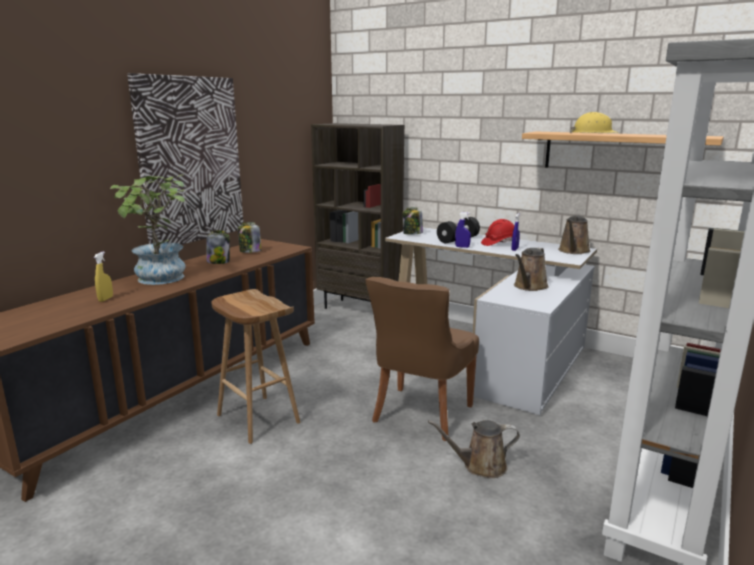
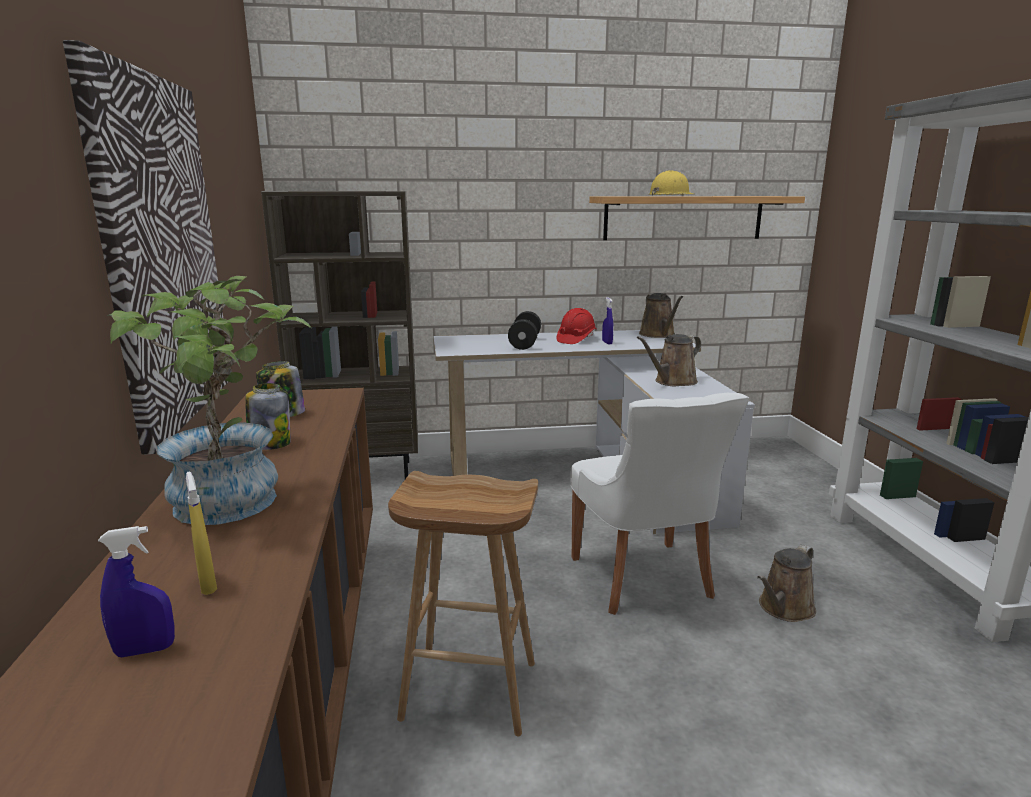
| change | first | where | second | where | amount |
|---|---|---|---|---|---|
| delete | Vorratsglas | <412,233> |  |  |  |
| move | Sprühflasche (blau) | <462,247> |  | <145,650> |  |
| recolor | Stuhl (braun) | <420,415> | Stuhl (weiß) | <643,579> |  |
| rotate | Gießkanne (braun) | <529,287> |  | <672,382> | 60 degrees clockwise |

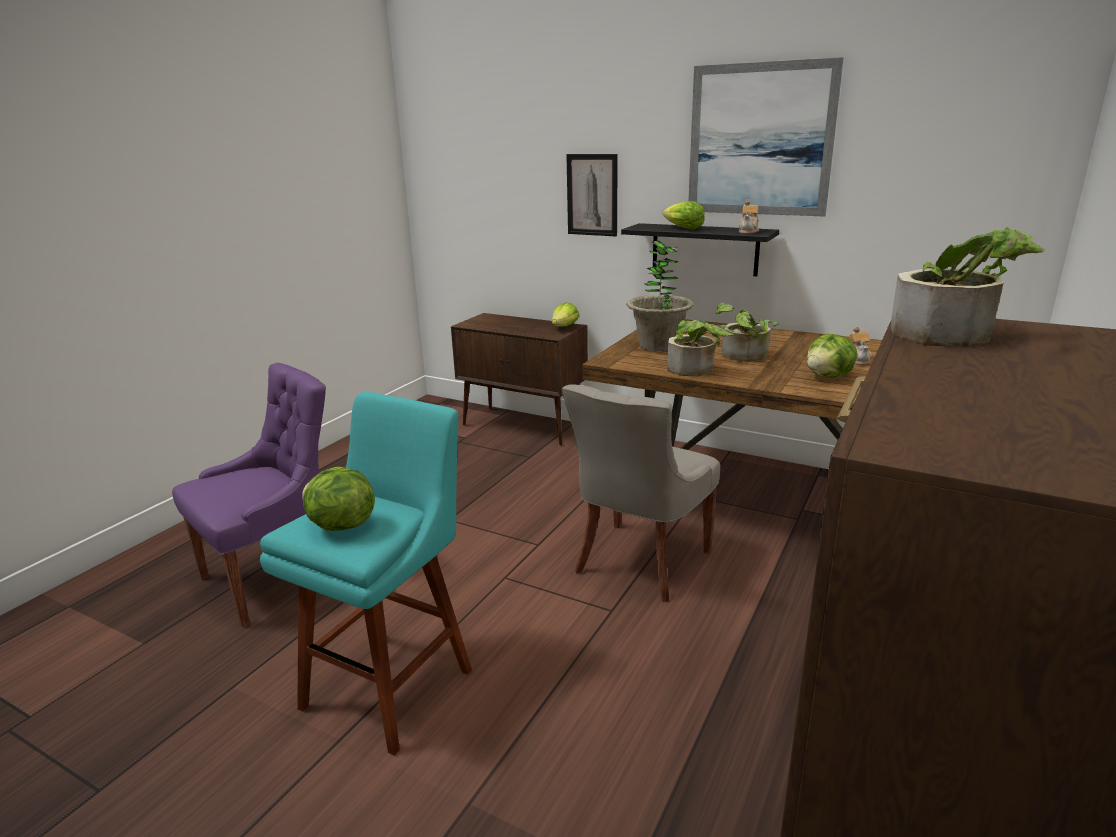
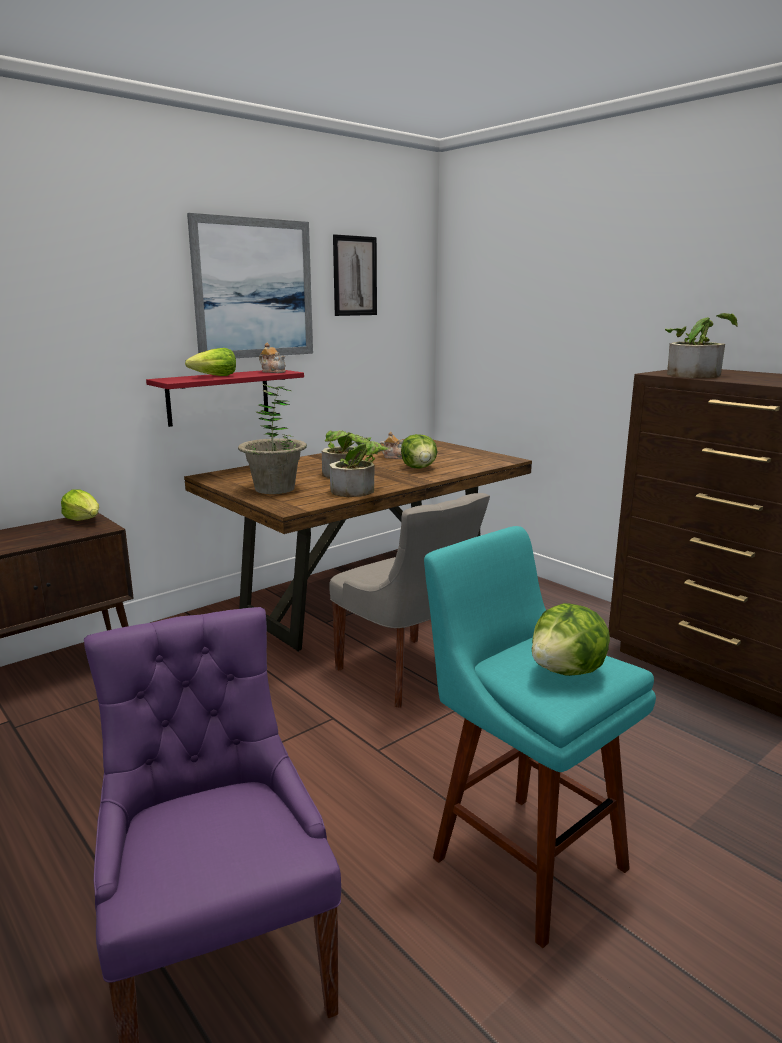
| change | first | where | second | where | amount |
|---|---|---|---|---|---|
| move | Bild | <592,195> |  | <355,276> |  |
| recolor | Wandregal (schwarz) | <704,249> | Wandregal (rot) | <218,397> |  |

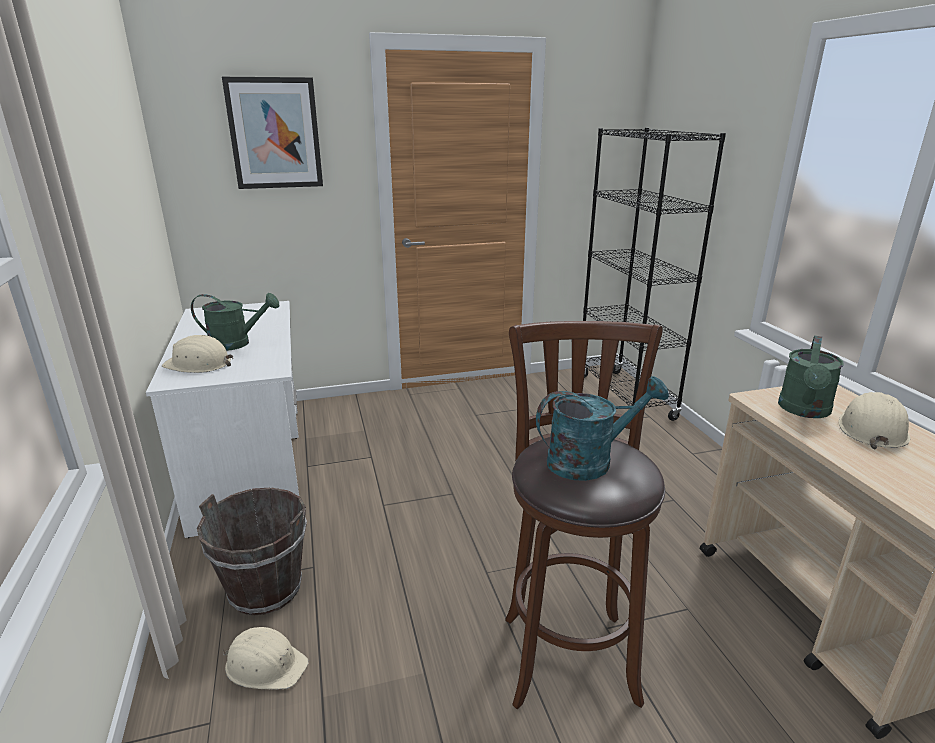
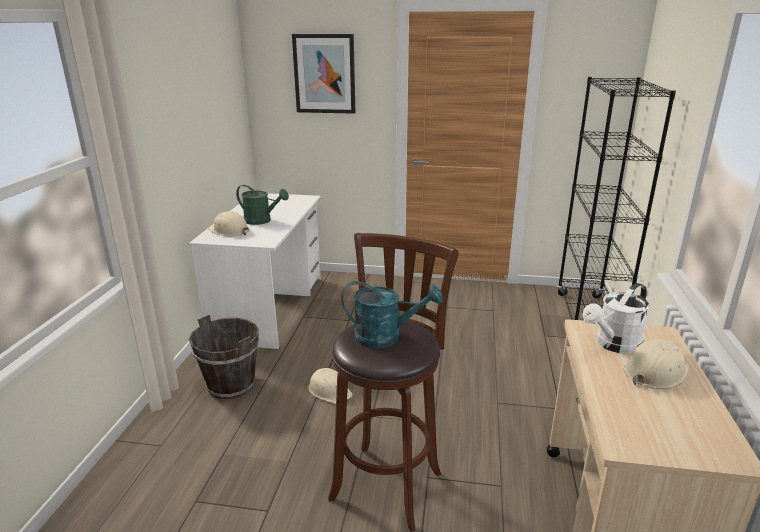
| change | first | where | second | where | amount |
|---|---|---|---|---|---|
| move | Schutzhelm (beige) | <265,664> |  | <329,390> |  |
| recolor | Gießkanne (grün) | <804,411> | Gießkanne (weiß) | <613,345> |  |

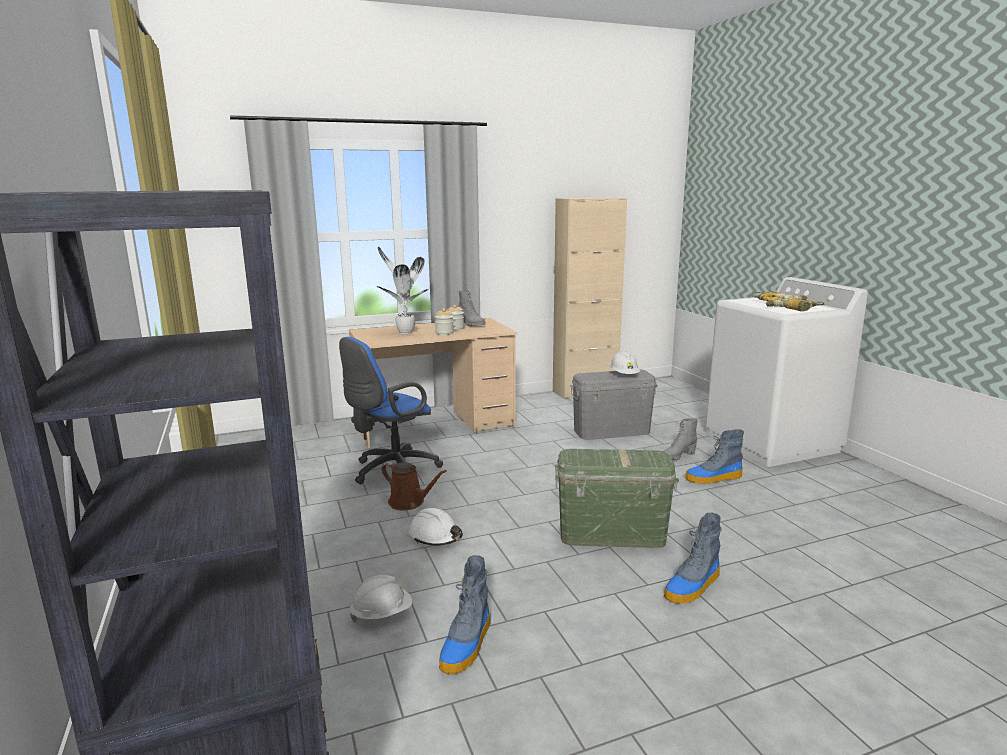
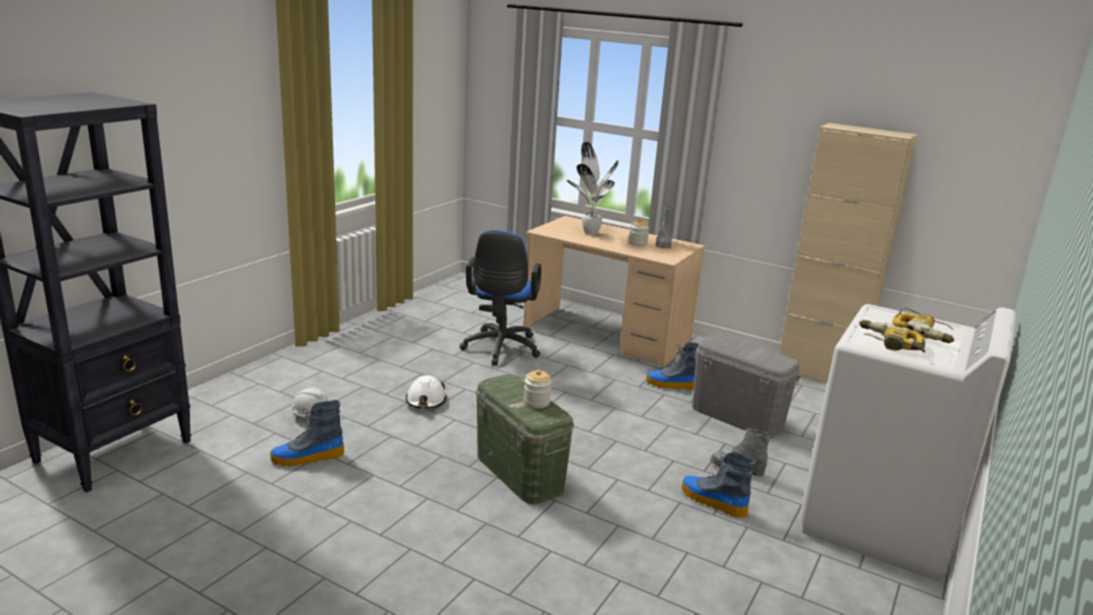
| change | first | where | second | where | amount |
|---|---|---|---|---|---|
| delete | Gießkanne (braun) | <409,502> |  |  |  |
| delete | Schutzhelm (weiß) | <624,375> |  |  |  |
| move | Vorratsglas | <444,333> |  | <536,402> |  |
| move | Stiefel | <692,587> |  | <673,385> |  |
| rotate | Bürostuhl (blau) | <391,471> |  | <500,350> | 90 degrees counterclockwise |

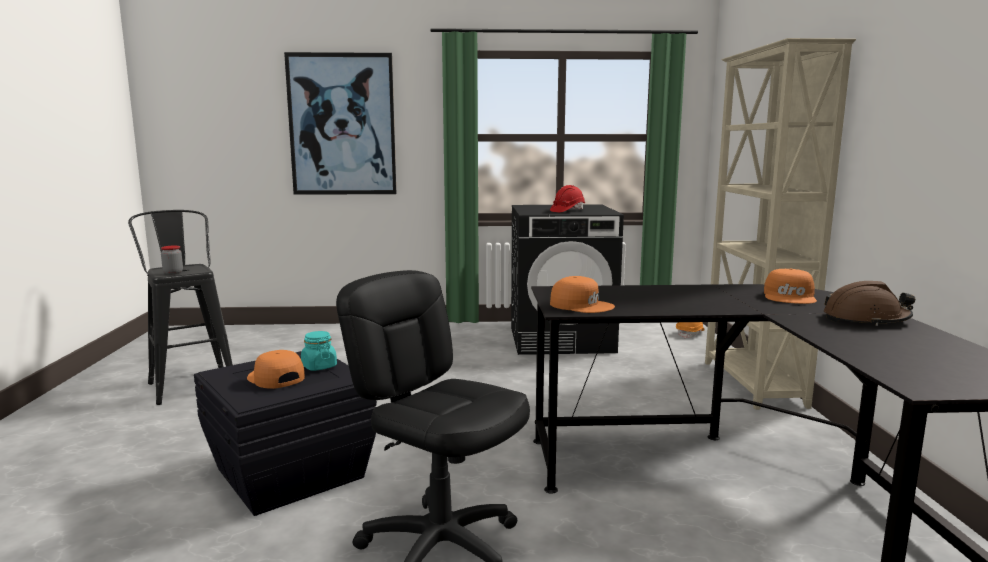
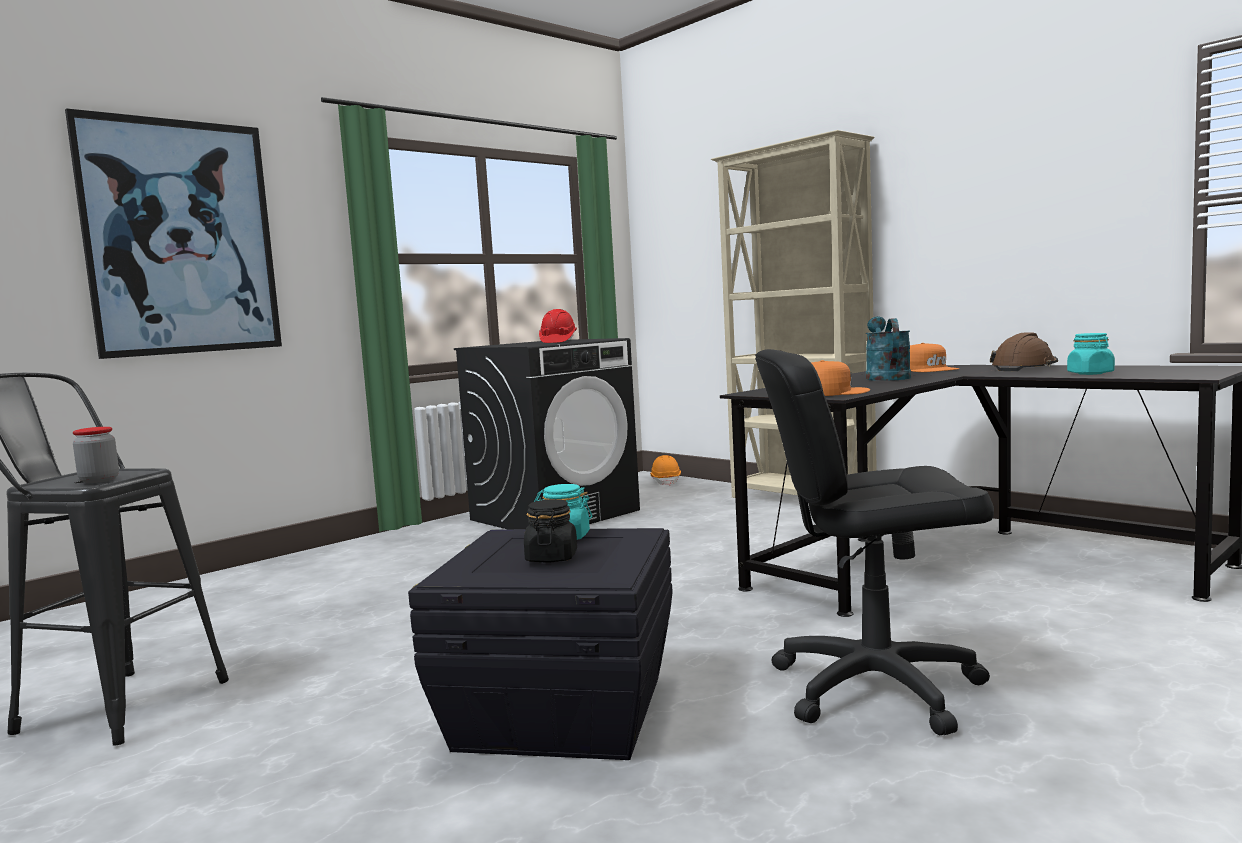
| change | first | where | second | where | amount |
|---|---|---|---|---|---|
| insert |  |  | Gießkanne (türkis) | <885,377> |  |
| insert |  |  | Vorratsglas (türkis) | <1090,373> |  |
| replace | Kappe (orange) | <275,378> | Vorratsglas (schwarz) | <551,558> |  |

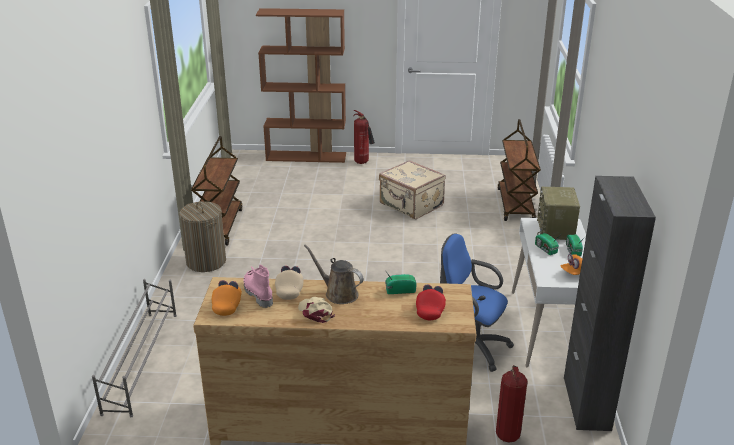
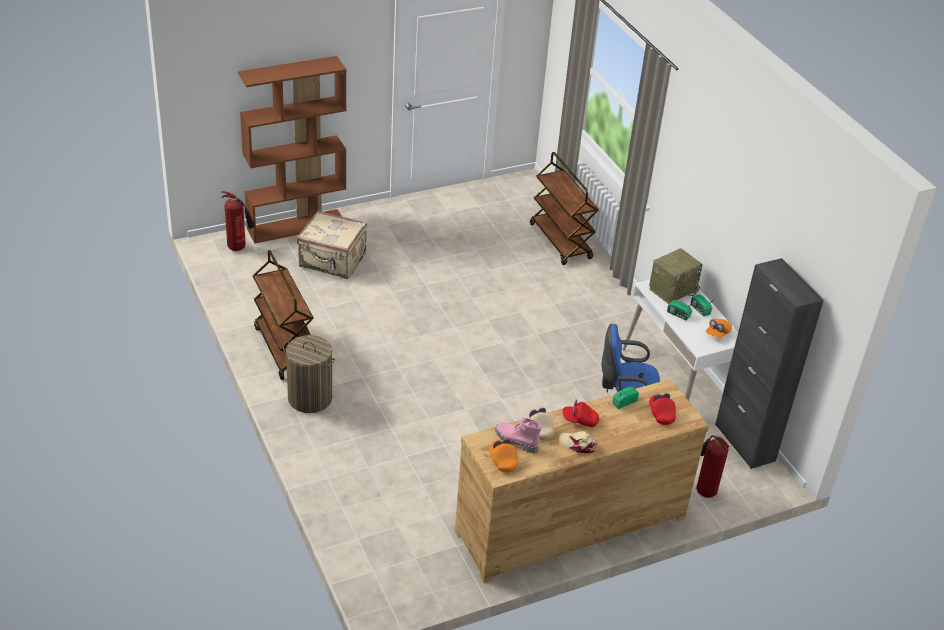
| change | first | where | second | where | amount |
|---|---|---|---|---|---|
| delete | Schuhregal (grau) | <142,361> |  |  |  |
| move | Feuerlöscher | <363,163> |  | <239,248> |  |
| move | Koffer (beige) | <411,205> |  | <332,261> |  |
| replace | Gießkanne (braun) | <338,293> | Kappe (rot) | <579,420> |  |
| rotate | Radio | <556,230> |  | <672,290> | 105 degrees counterclockwise |

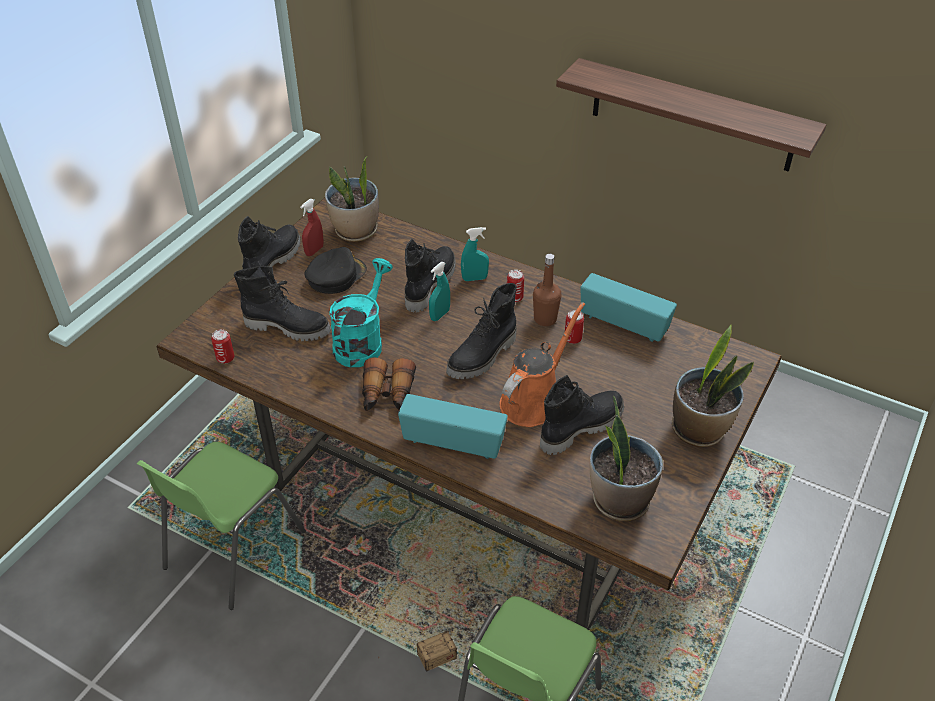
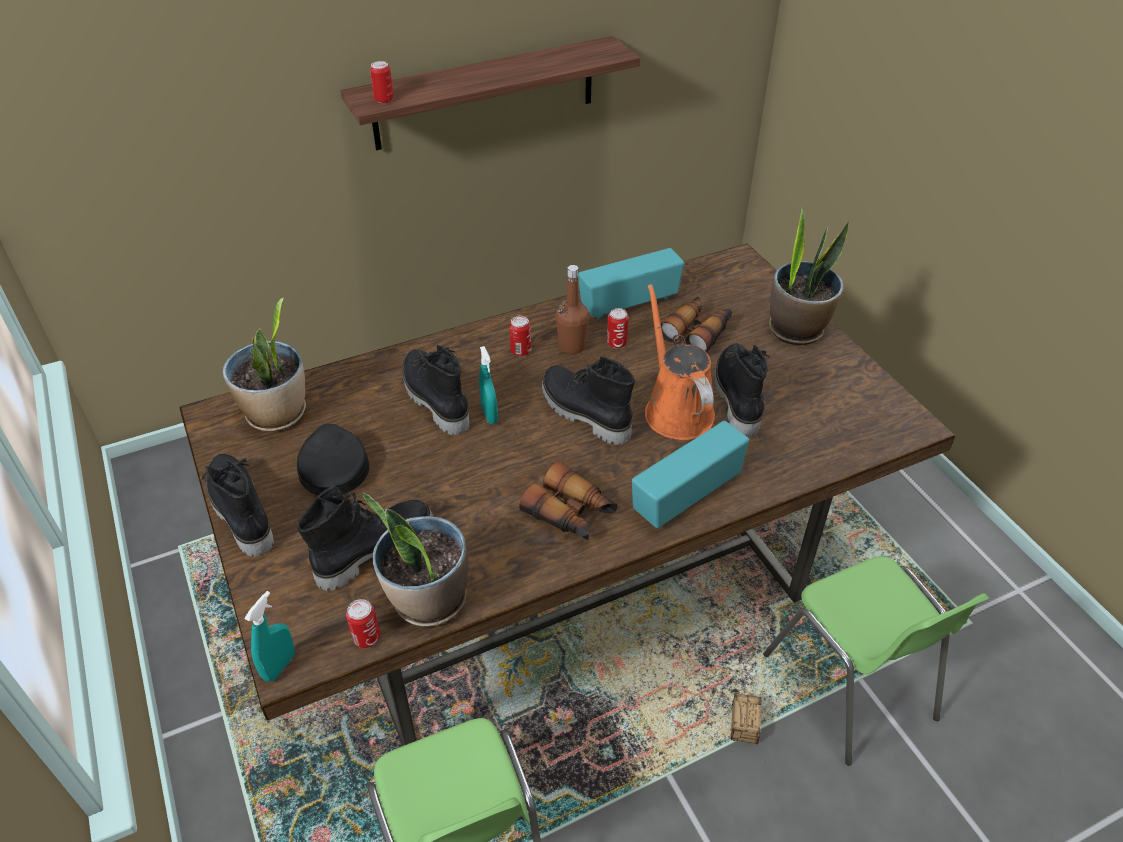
| change | first | where | second | where | amount |
|---|---|---|---|---|---|
| delete | Sprühflasche (rot) | <314,251> |  |  |  |
| delete | Gießkanne (türkis) | <362,342> |  |  |  |
| insert |  |  | Dose | <384,99> |  |
| insert |  |  | Fernglas | <697,332> |  |
| move | Sprühflasche (türkis) | <474,278> |  | <279,666> |  |
| move | Topfpflanze | <619,500> |  | <428,600> |  |
| rotate | Stiefel (schwarz) | <483,357> |  | <583,413> | 150 degrees clockwise |

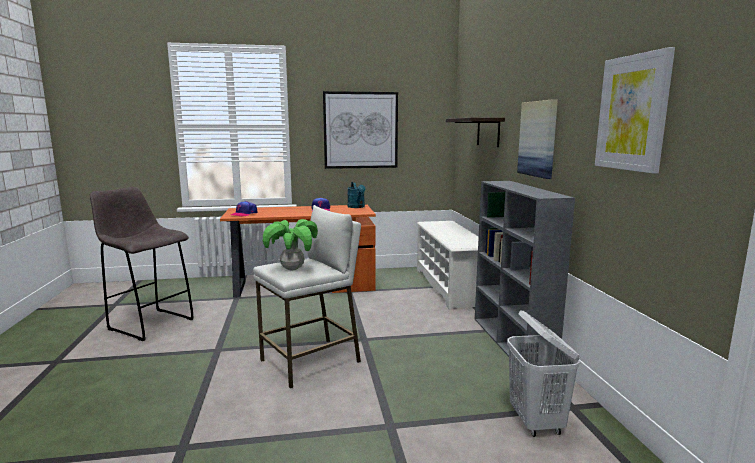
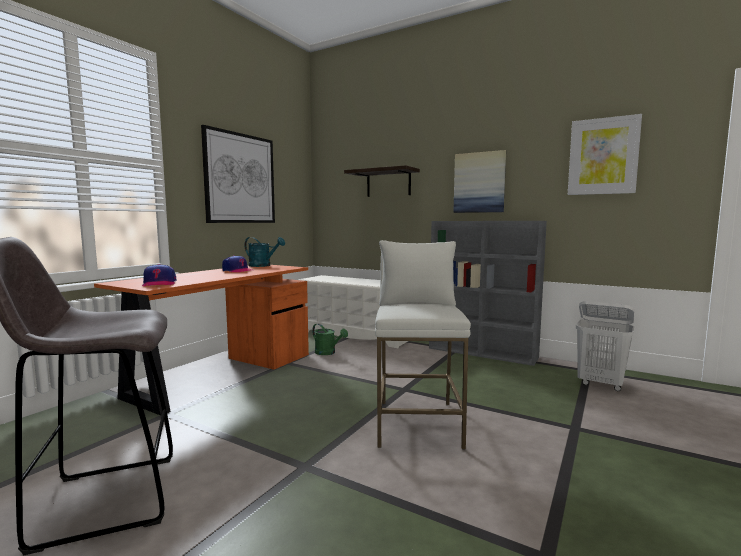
| change | first | where | second | where | amount |
|---|---|---|---|---|---|
| delete | Topfpflanze | <292,269> |  |  |  |
| insert |  |  | Gießkanne (grün) | <328,353> |  |

